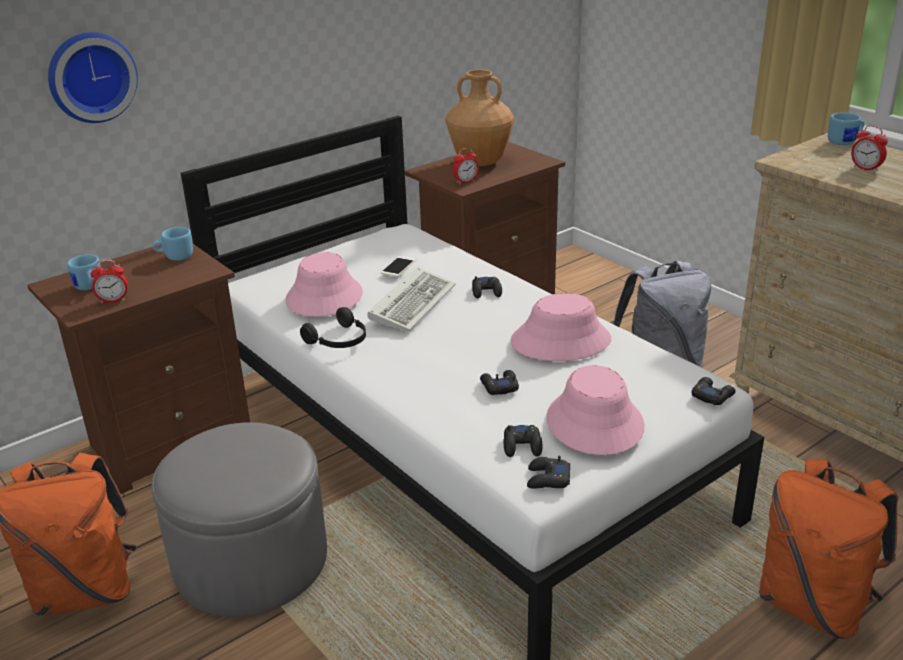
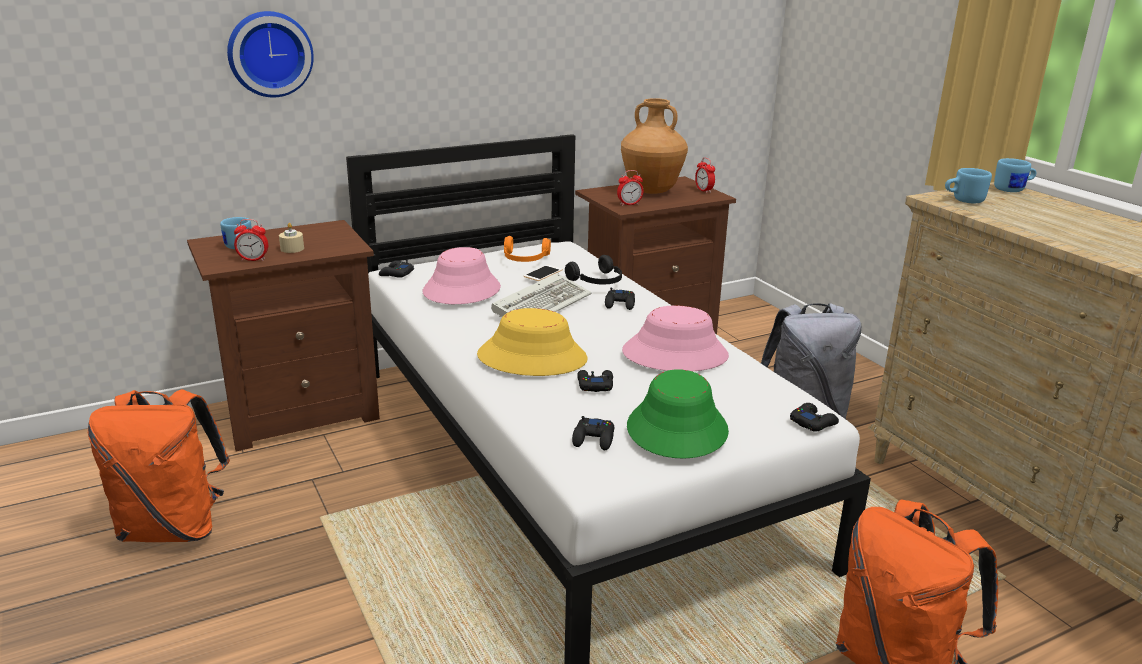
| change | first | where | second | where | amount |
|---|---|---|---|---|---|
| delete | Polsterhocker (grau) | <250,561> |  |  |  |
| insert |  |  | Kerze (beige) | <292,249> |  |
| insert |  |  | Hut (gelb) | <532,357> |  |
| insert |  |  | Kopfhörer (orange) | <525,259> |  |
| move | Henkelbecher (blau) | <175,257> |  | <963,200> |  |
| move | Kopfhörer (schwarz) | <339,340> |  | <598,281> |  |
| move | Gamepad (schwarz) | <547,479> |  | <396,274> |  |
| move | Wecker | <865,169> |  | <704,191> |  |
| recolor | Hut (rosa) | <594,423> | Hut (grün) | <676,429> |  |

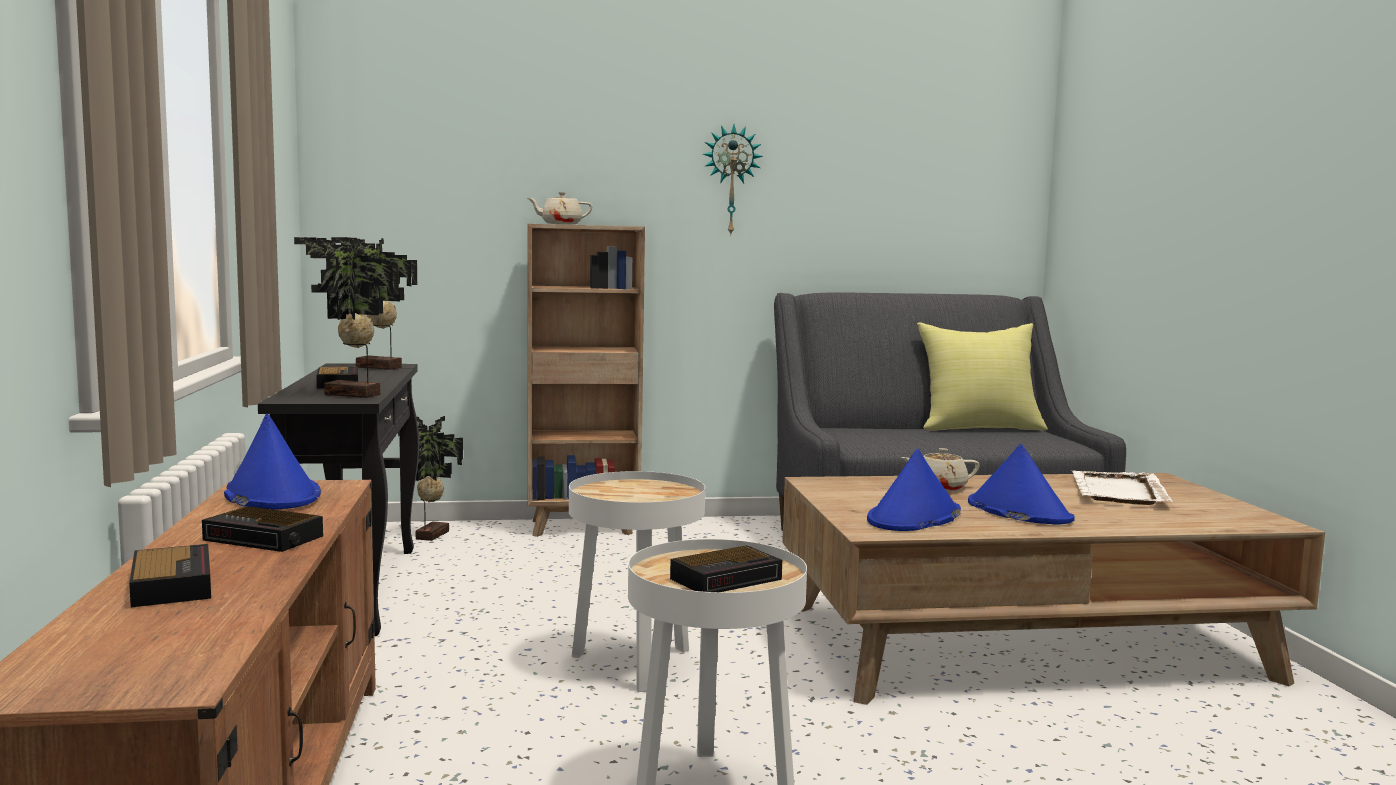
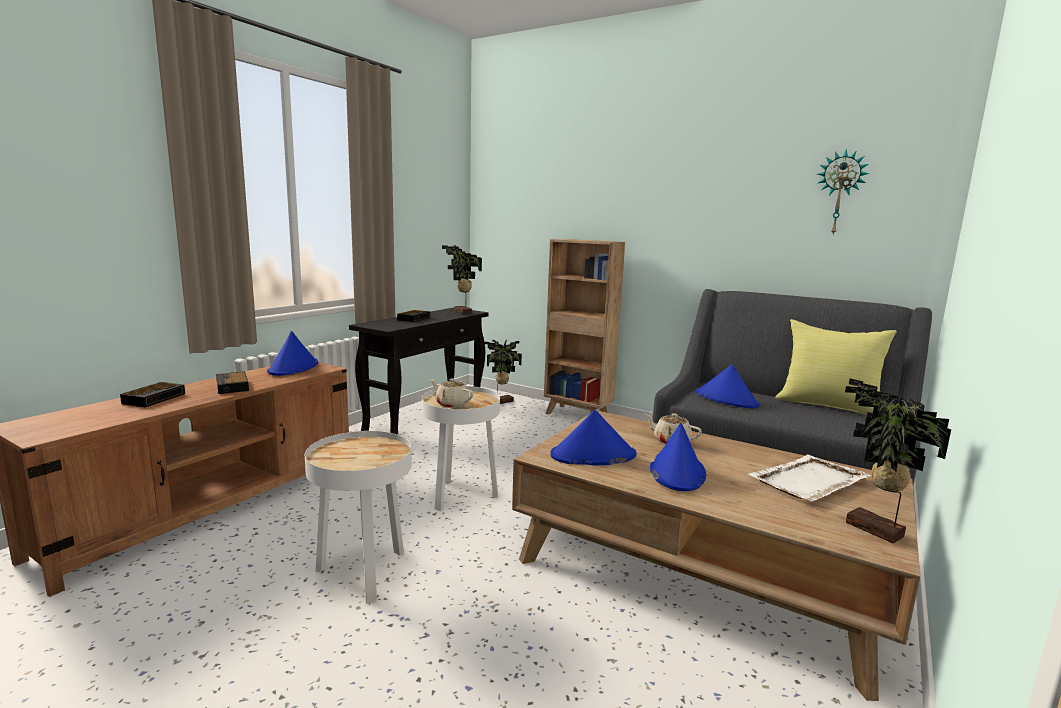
| change | first | where | second | where | amount |
|---|---|---|---|---|---|
| delete | Wecker | <728,578> |  |  |  |
| insert |  |  | Hut (blau) | <727,399> |  |
| move | Topfpflanze | <351,395> |  | <873,531> |  |
| move | Teekanne (beige) | <560,224> |  | <451,404> |  |
| move | Wanduhr | <731,180> |  | <839,193> |  |

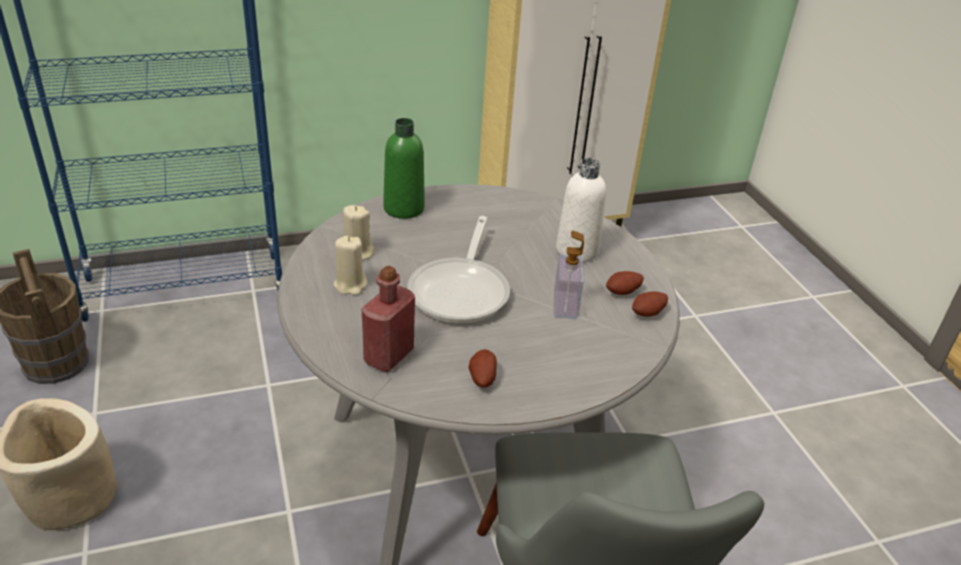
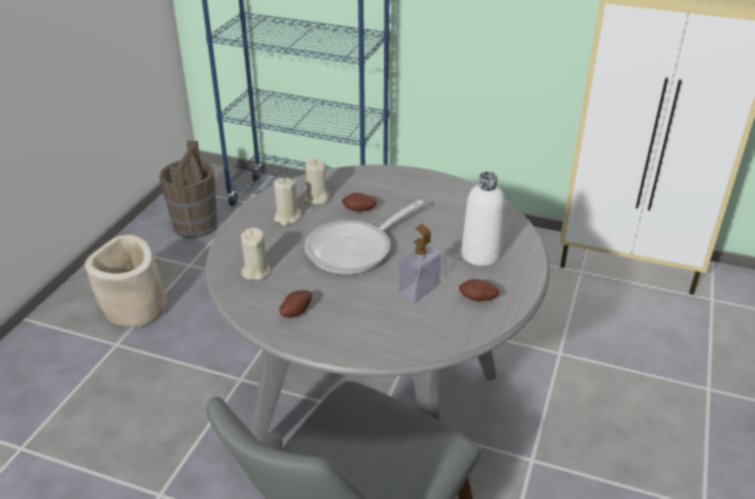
| change | first | where | second | where | amount |
|---|---|---|---|---|---|
| delete | Flasche (grün) | <404,208> |  |  |  |
| move | Kartoffel | <648,314> |  | <359,211> |  |
| replace | Flasche (rot) | <389,356> | Kerze (beige) | <255,271> |  |

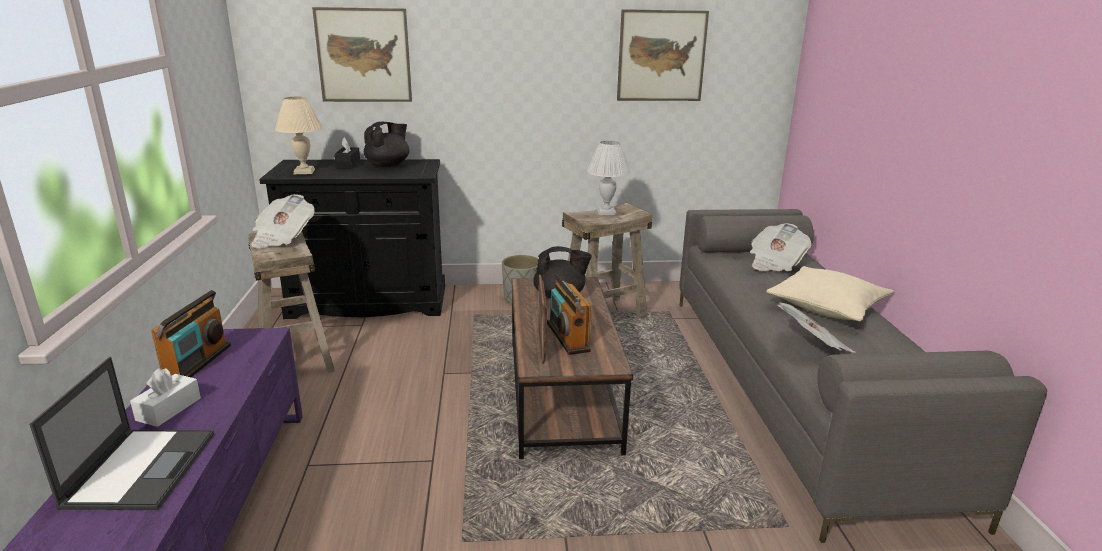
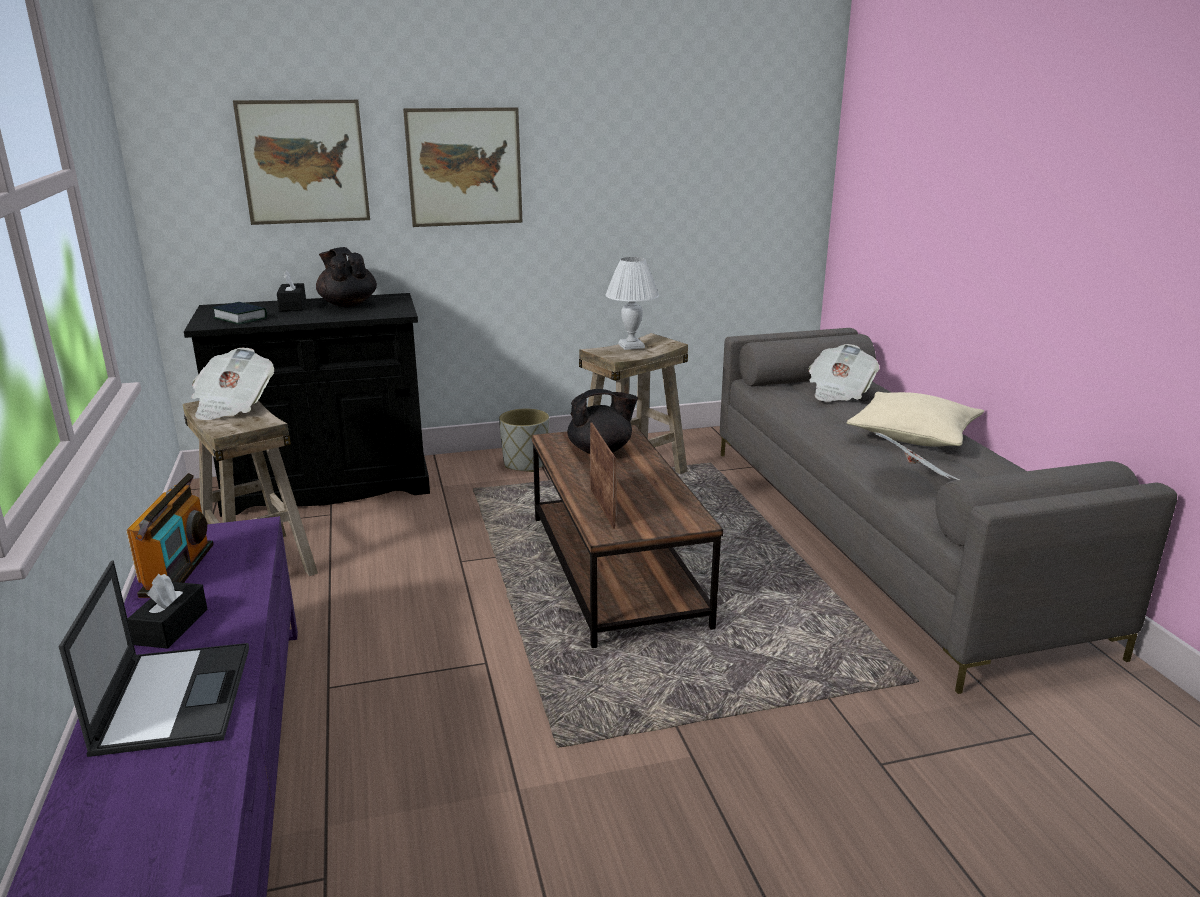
| change | first | where | second | where | amount |
|---|---|---|---|---|---|
| delete | Radio | <567,337> |  |  |  |
| move | Bild | <661,56> |  | <464,167> |  |
| replace | Tischlampe (beige) | <305,171> | Buch | <240,318> |  |
| recolor | Taschentuchbox (weiß) | <169,409> | Taschentuchbox (schwarz) | <171,627> |  |
| rotate | Teekanne (schwarz) | <388,165> |  | <348,304> | 60 degrees counterclockwise |

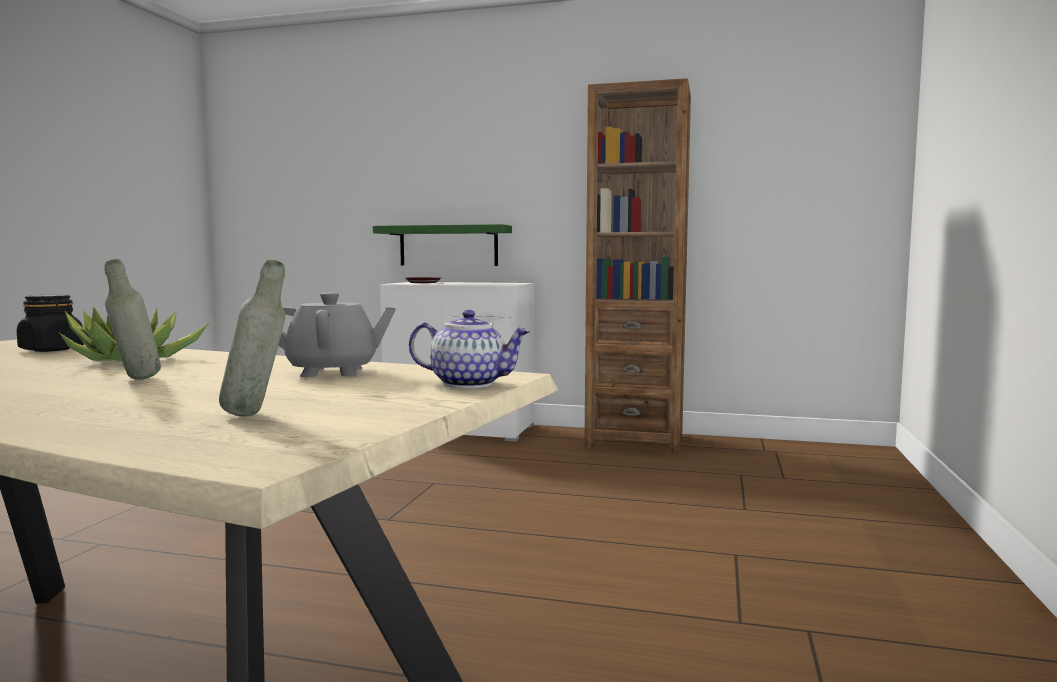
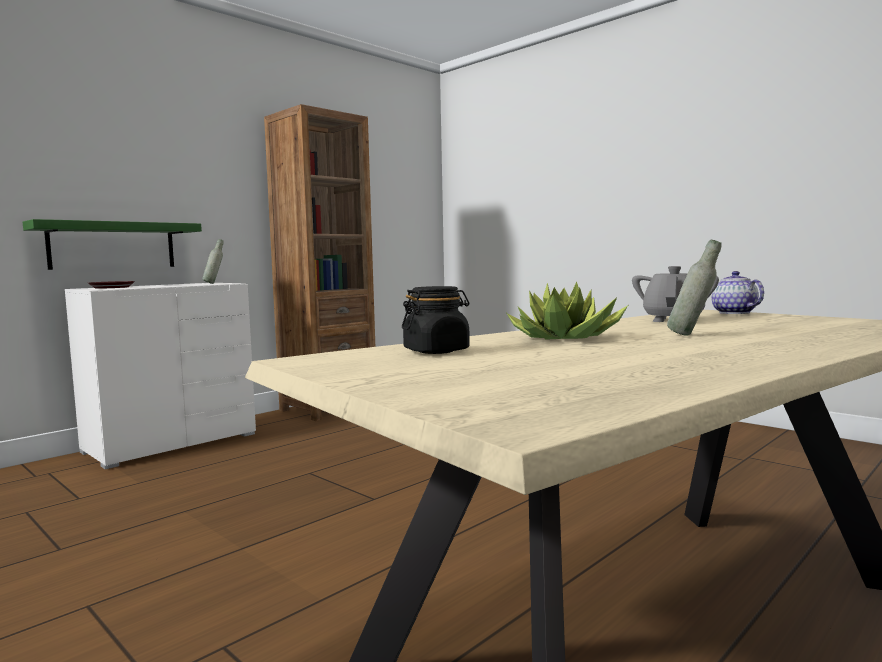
| change | first | where | second | where | amount |
|---|---|---|---|---|---|
| move | Flasche (grau) | <256,416> |  | <214,283> |  |
| rotate | Teekanne | <470,383> |  | <732,313> | 60 degrees counterclockwise |

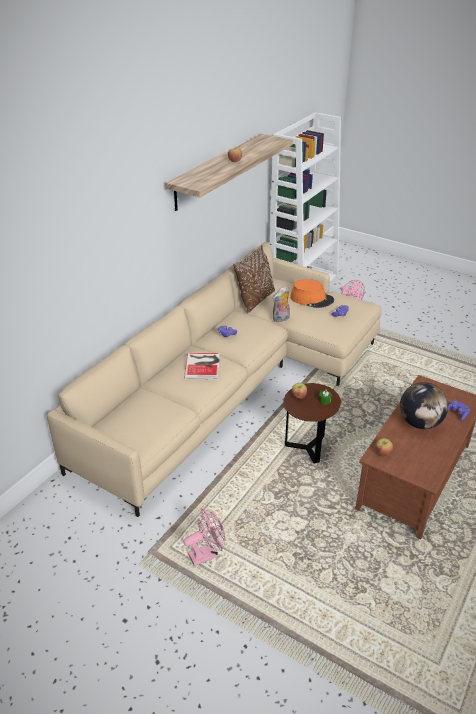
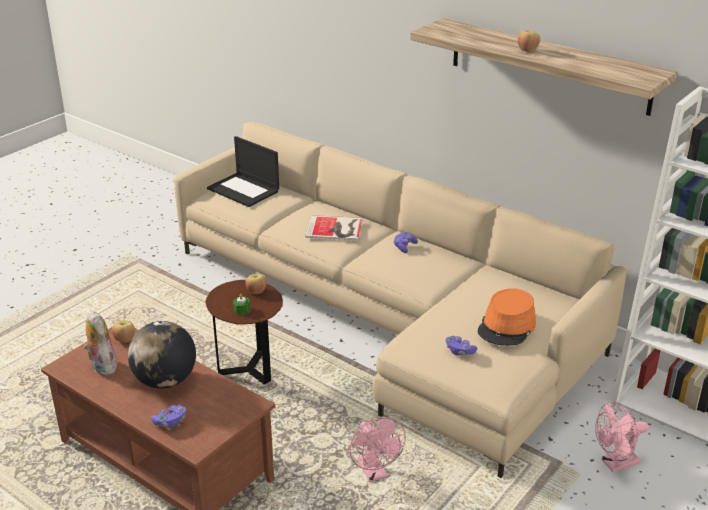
| change | first | where | second | where | amount |
|---|---|---|---|---|---|
| delete | Kissen (braun) | <255,300> |  |  |  |
| insert |  |  | Laptop | <244,190> |  |
| move | Ventilator (rosa) | <207,554> |  | <375,473> |  |
| move | Plüschtier | <281,319> |  | <101,366> |  |

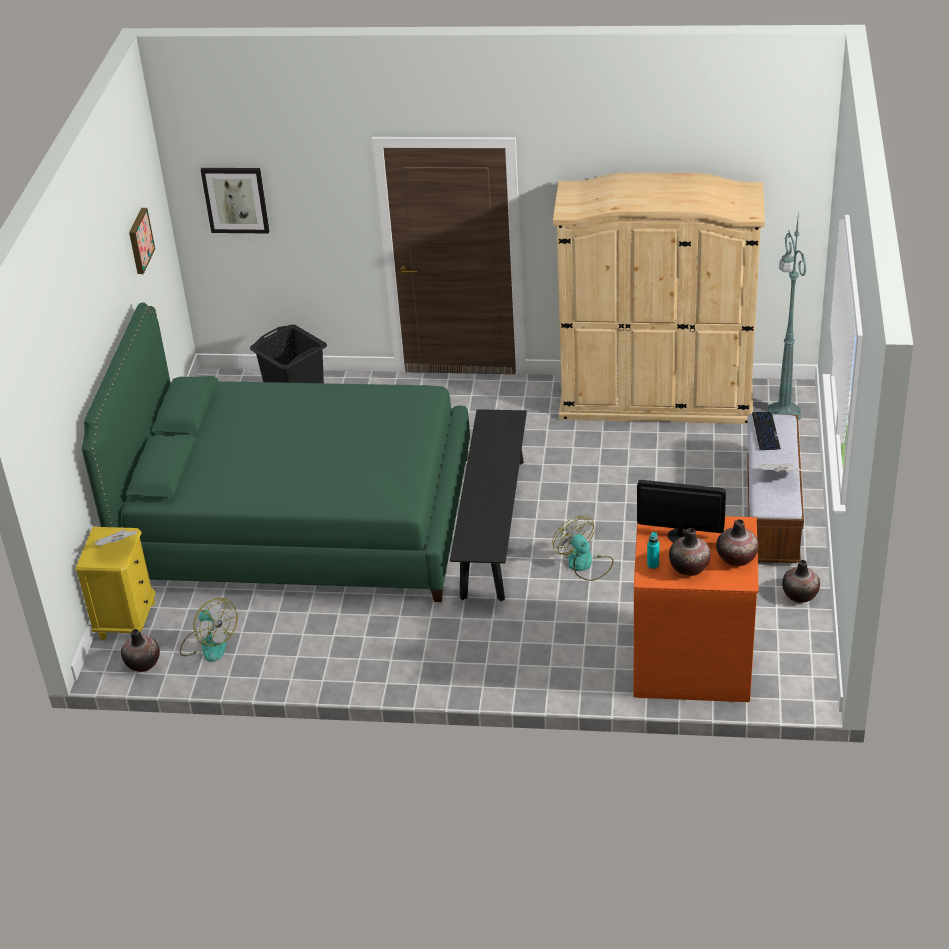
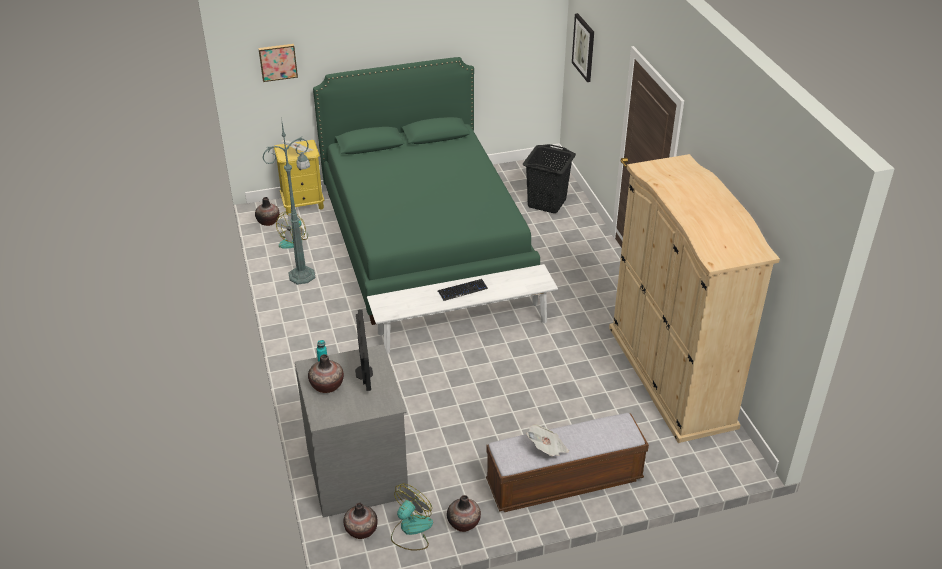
| change | first | where | second | where | amount |
|---|---|---|---|---|---|
| move | Bild | <139,240> |  | <278,62> |  |
| move | Ventilator | <585,564> |  | <411,530> |  |
| move | Vase | <736,558> |  | <361,530> |  |
| move | Tastatur | <765,432> |  | <462,290> |  |
| move | Stehlampe (grün) | <783,411> |  | <303,275> |  |
| recolor | Bank (schwarz) | <493,527> | Bank (weiß) | <463,328> |  |
| recolor | Kommode (orange) | <692,660> | Kommode (grau) | <358,472> |  |

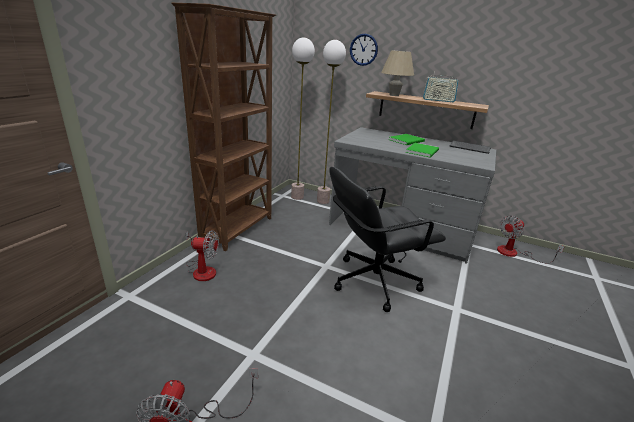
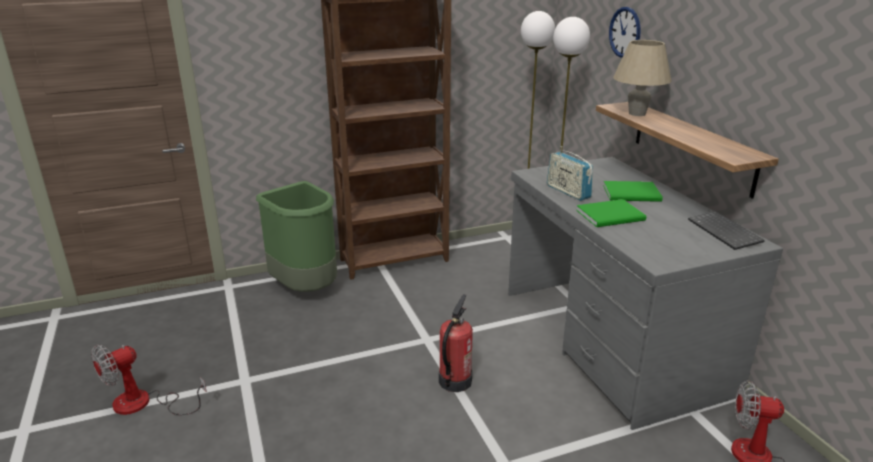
| change | first | where | second | where | amount |
|---|---|---|---|---|---|
| move | Radio | <438,100> |  | <568,192> |  |
| replace | Ventilator | <202,269> | Mülleimer (grün) | <306,288> |  |
| replace | Bürostuhl (schwarz) | <373,281> | Feuerlöscher | <454,381> |  |

